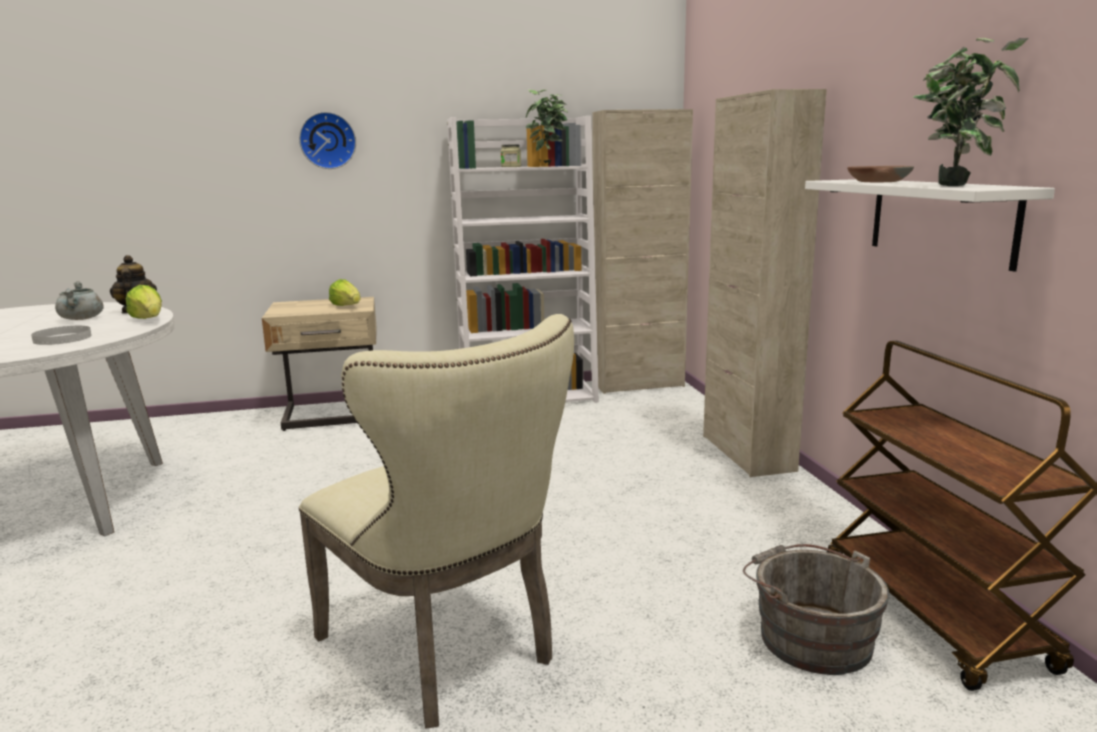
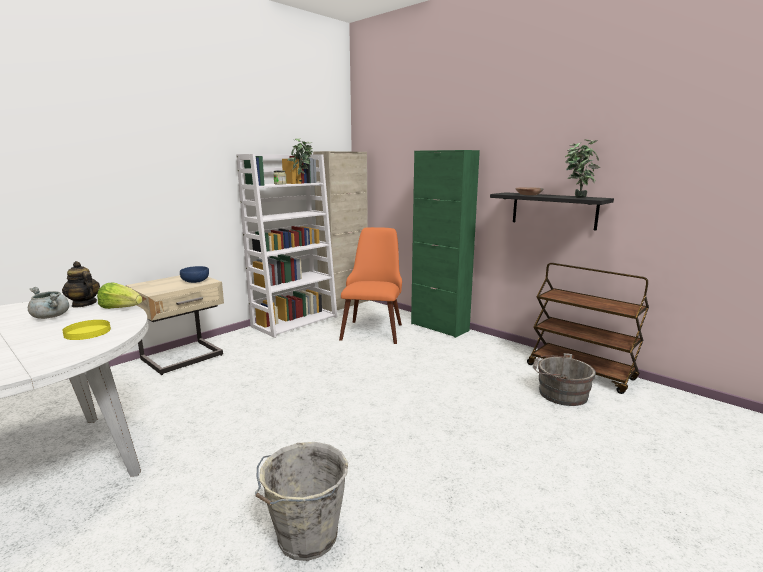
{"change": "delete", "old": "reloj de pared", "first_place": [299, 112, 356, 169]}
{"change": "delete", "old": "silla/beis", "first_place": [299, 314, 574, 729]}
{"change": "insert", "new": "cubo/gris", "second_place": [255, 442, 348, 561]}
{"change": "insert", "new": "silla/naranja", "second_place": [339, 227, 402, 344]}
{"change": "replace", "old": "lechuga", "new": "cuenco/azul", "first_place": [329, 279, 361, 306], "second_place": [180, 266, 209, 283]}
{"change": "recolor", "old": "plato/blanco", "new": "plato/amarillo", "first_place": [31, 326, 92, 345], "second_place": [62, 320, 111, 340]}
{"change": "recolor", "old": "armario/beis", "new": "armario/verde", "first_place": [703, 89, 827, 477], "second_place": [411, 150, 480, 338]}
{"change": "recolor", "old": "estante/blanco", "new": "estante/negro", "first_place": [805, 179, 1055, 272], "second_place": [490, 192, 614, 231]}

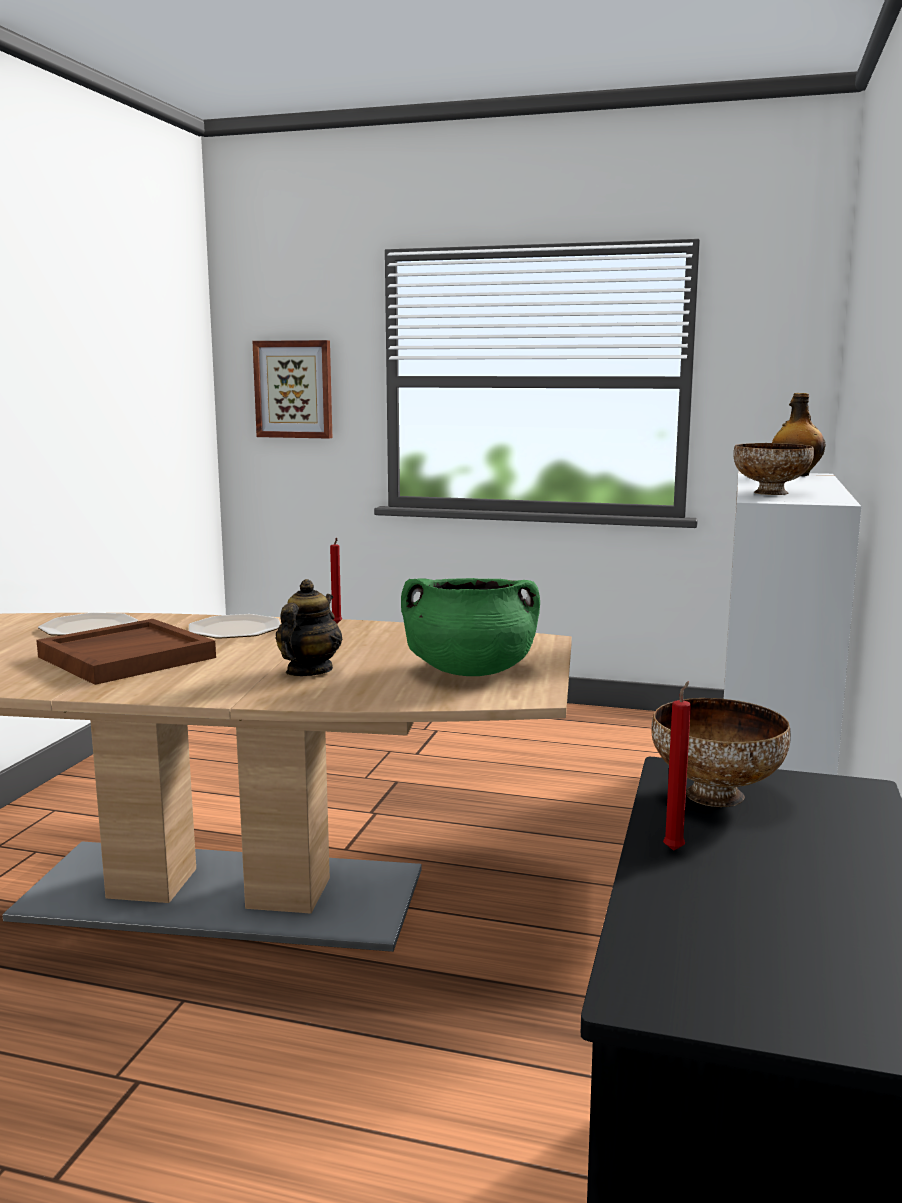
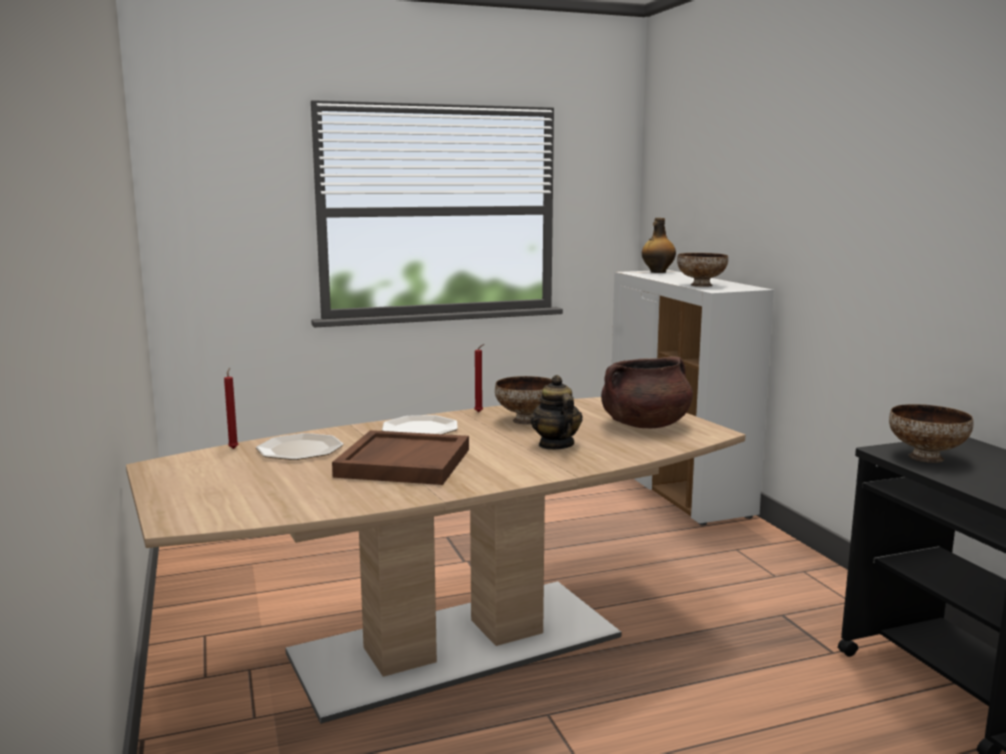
{"change": "delete", "old": "cuadro", "first_place": [252, 340, 332, 439]}
{"change": "insert", "new": "cuenco", "second_place": [495, 376, 552, 424]}
{"change": "move", "old": "vela/rojo", "first_place": [663, 681, 691, 851], "second_place": [224, 368, 239, 449]}
{"change": "recolor", "old": "olla/verde", "new": "olla/marrón", "first_place": [401, 578, 540, 676], "second_place": [601, 357, 693, 428]}

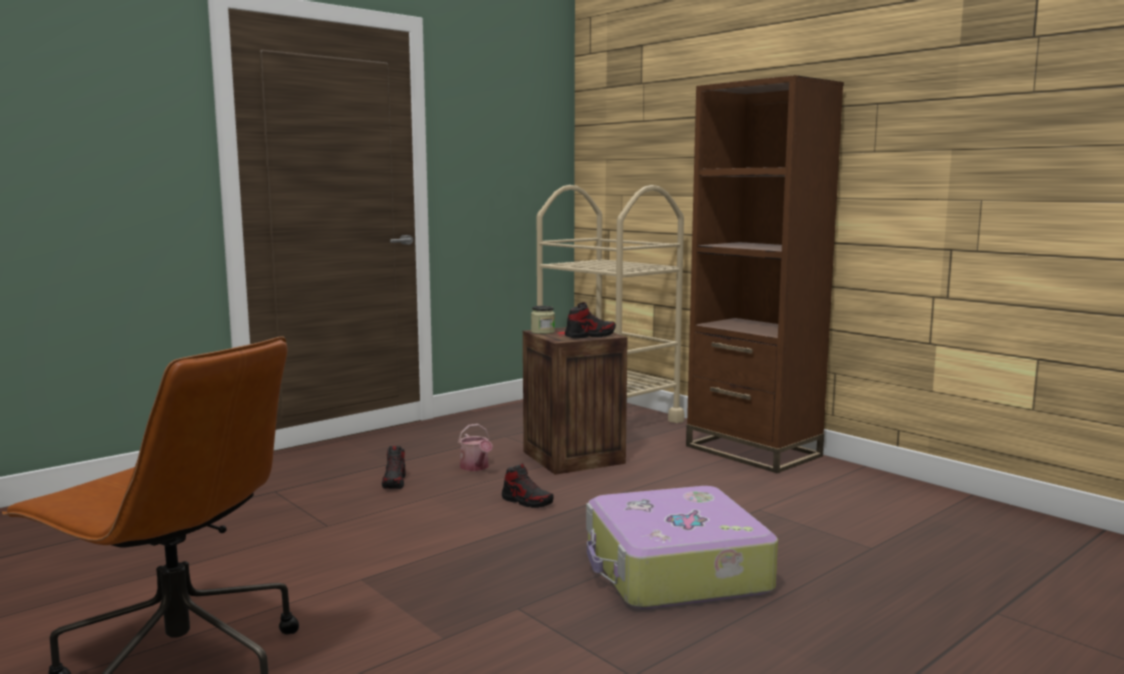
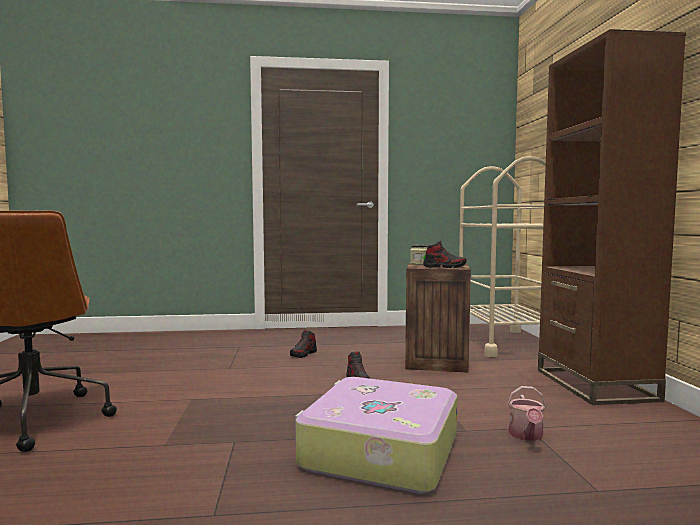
{"change": "move", "old": "regadera", "first_place": [458, 424, 493, 471], "second_place": [508, 386, 546, 441]}

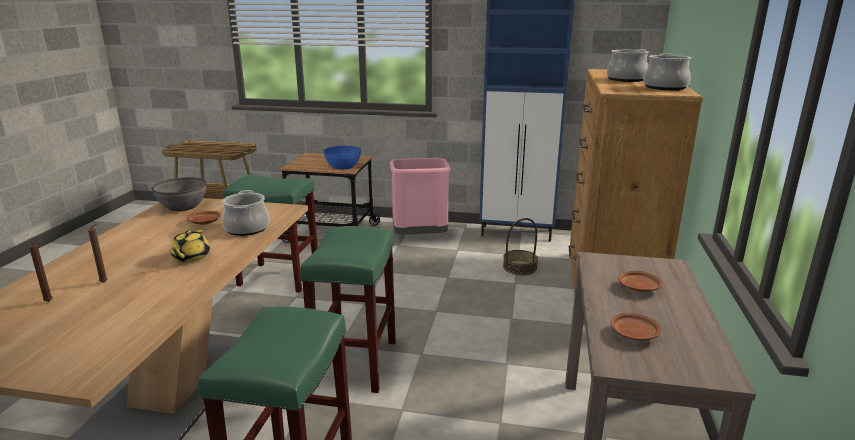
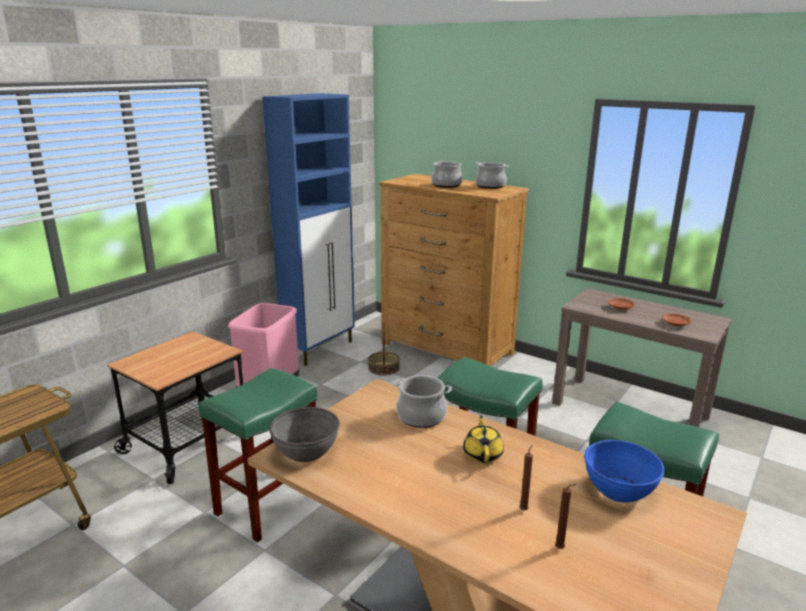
{"change": "delete", "old": "plato/marrón", "first_place": [186, 211, 221, 225]}
{"change": "move", "old": "cuenco/azul", "first_place": [323, 146, 361, 170], "second_place": [584, 440, 665, 503]}
{"change": "rotate", "old": "tetera/amarillo", "first_place": [170, 230, 210, 262], "second_place": [463, 415, 504, 463], "degrees": -120}

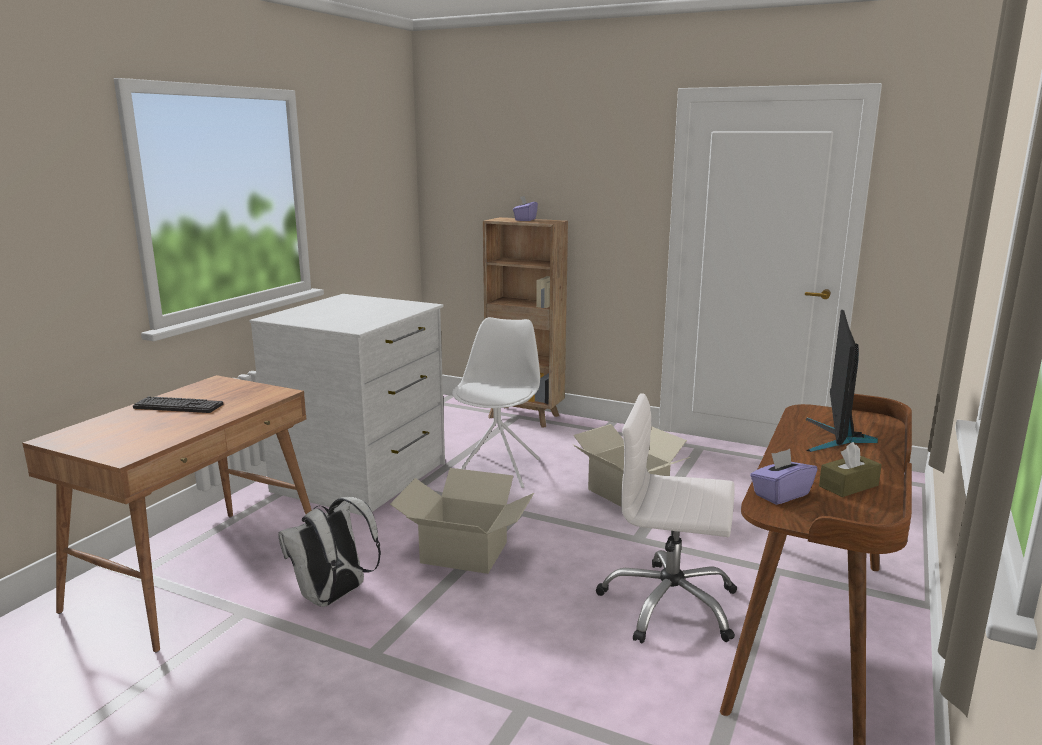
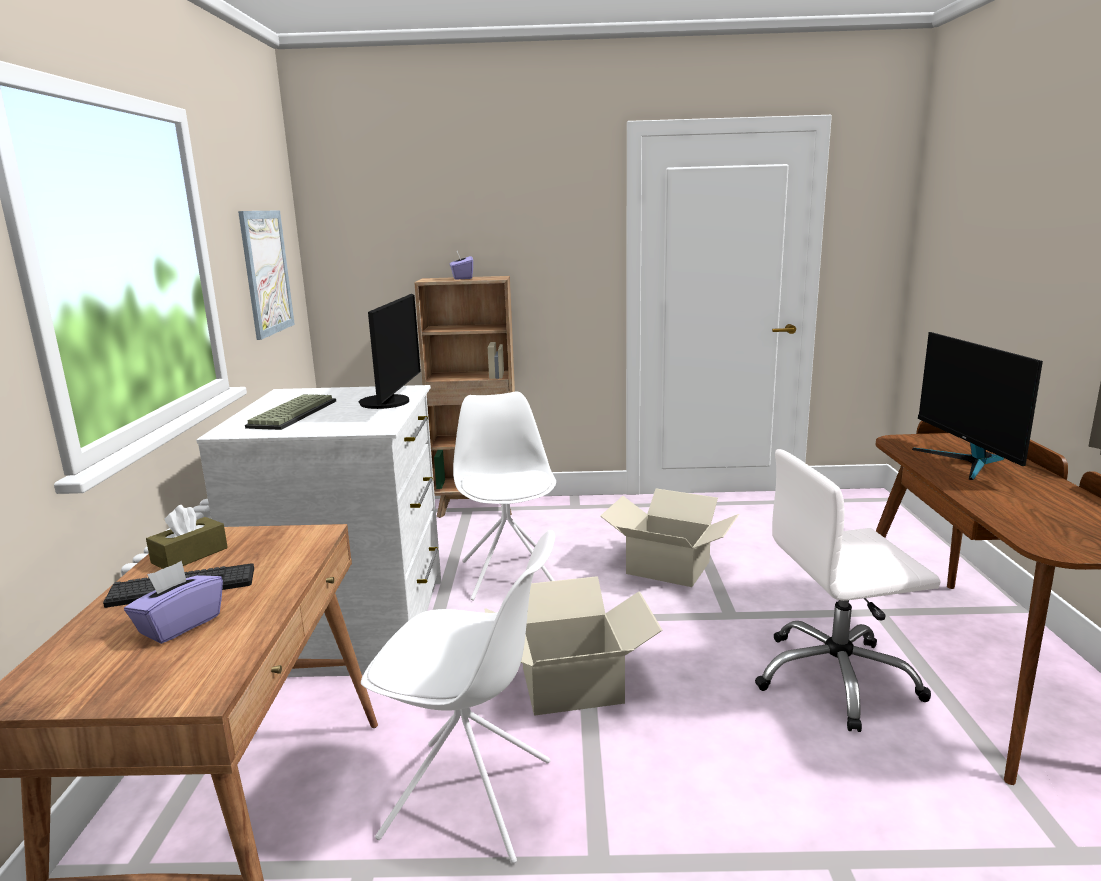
{"change": "insert", "new": "cuadro", "second_place": [238, 210, 295, 340]}
{"change": "insert", "new": "teclado", "second_place": [245, 394, 336, 430]}
{"change": "insert", "new": "monitor", "second_place": [359, 294, 421, 409]}
{"change": "move", "old": "caja de pañuelos/morado", "first_place": [750, 449, 817, 505], "second_place": [124, 561, 223, 644]}
{"change": "move", "old": "caja de pañuelos/marrón", "first_place": [819, 442, 882, 497], "second_place": [146, 505, 228, 569]}
{"change": "replace", "old": "mochila/blanco", "new": "silla/blanco", "first_place": [278, 497, 381, 607], "second_place": [361, 530, 555, 864]}

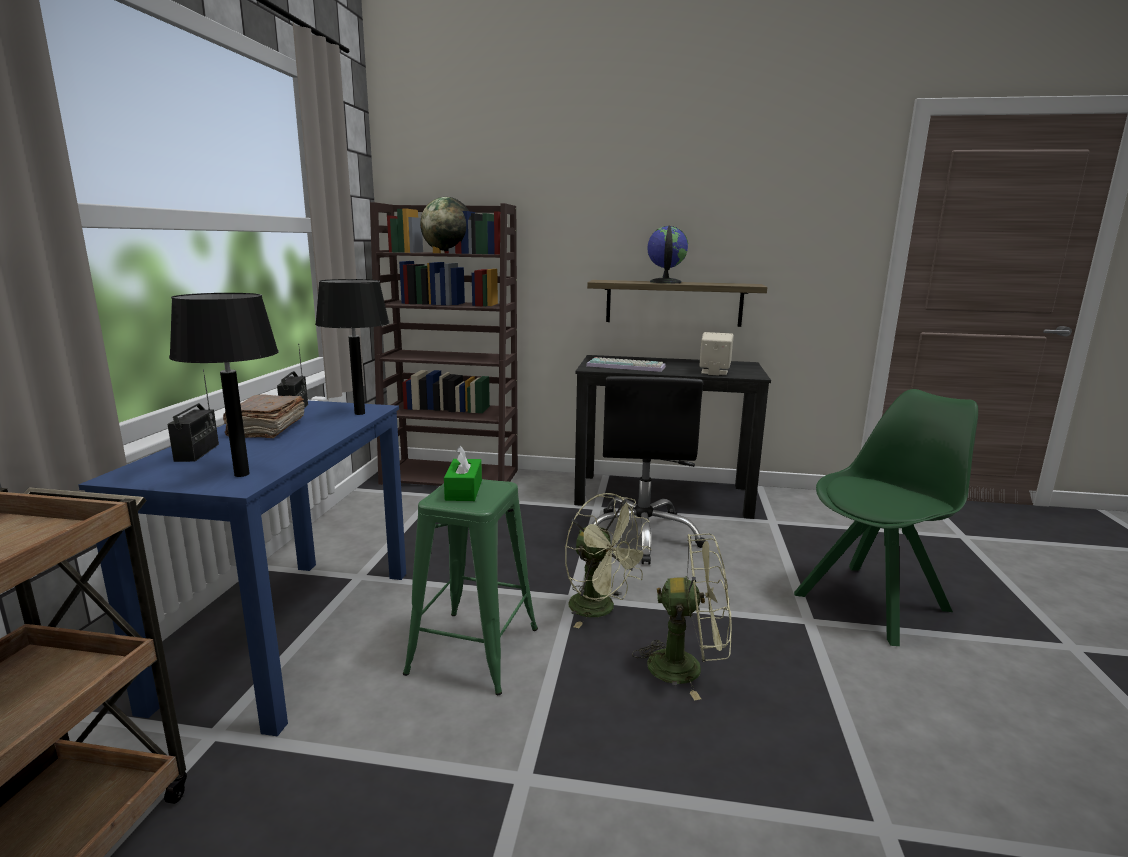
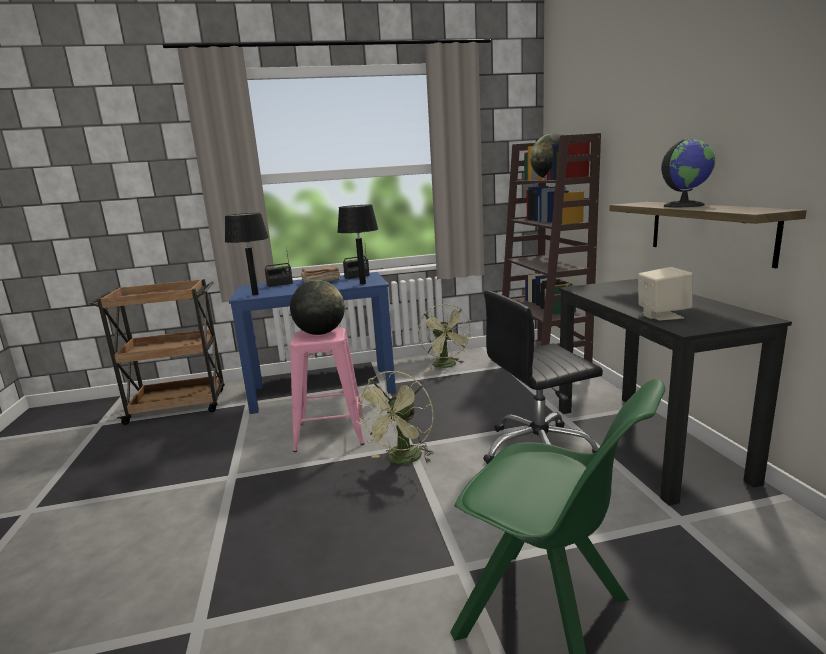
{"change": "delete", "old": "teclado", "first_place": [586, 357, 666, 372]}
{"change": "move", "old": "ventilador/verde", "first_place": [632, 534, 732, 700], "second_place": [418, 304, 471, 370]}
{"change": "replace", "old": "caja de pañuelos/verde", "new": "globo terráqueo", "first_place": [444, 445, 482, 501], "second_place": [290, 280, 345, 335]}
{"change": "recolor", "old": "taburete/verde", "new": "taburete/rosa", "first_place": [403, 479, 538, 695], "second_place": [290, 328, 364, 452]}

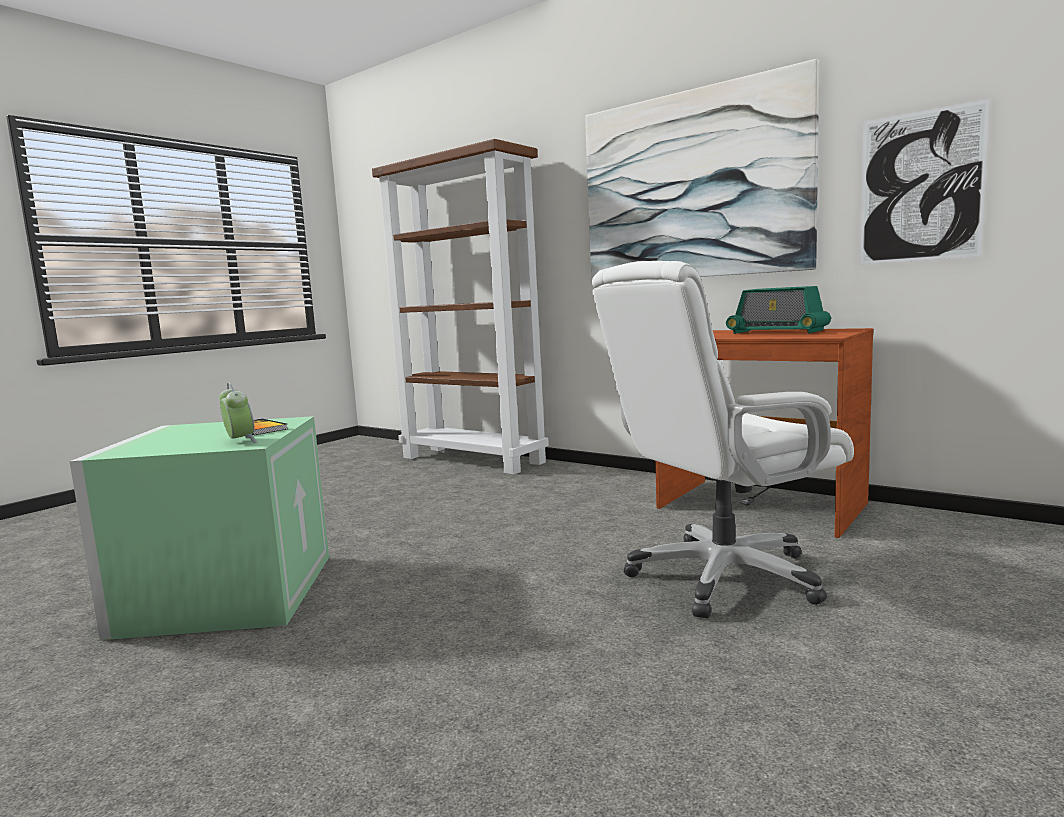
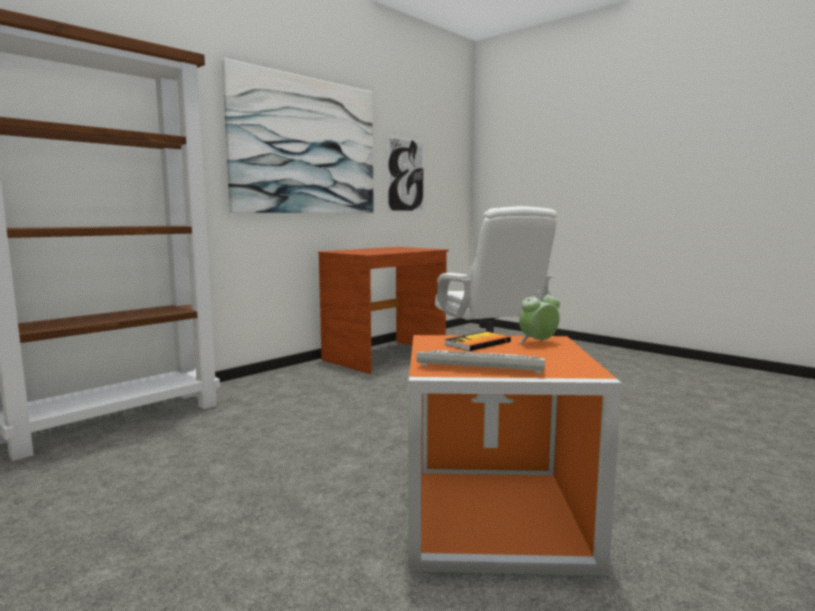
{"change": "delete", "old": "radio", "first_place": [726, 286, 831, 334]}
{"change": "insert", "new": "teclado", "second_place": [417, 350, 545, 374]}
{"change": "recolor", "old": "caja de almacenaje/verde", "new": "caja de almacenaje/naranja", "first_place": [69, 416, 329, 640], "second_place": [409, 335, 622, 576]}

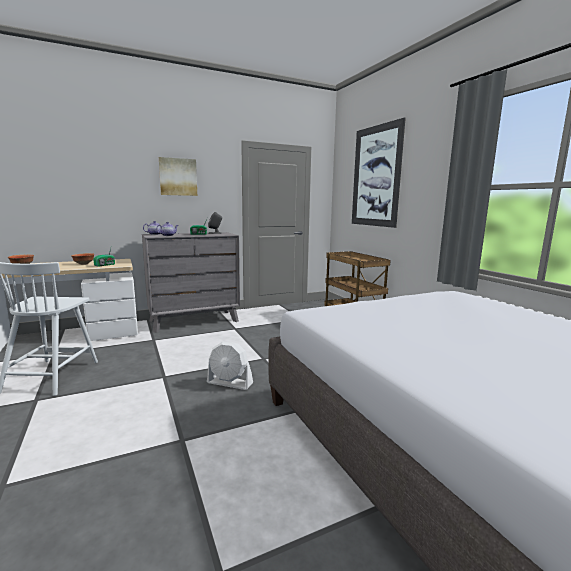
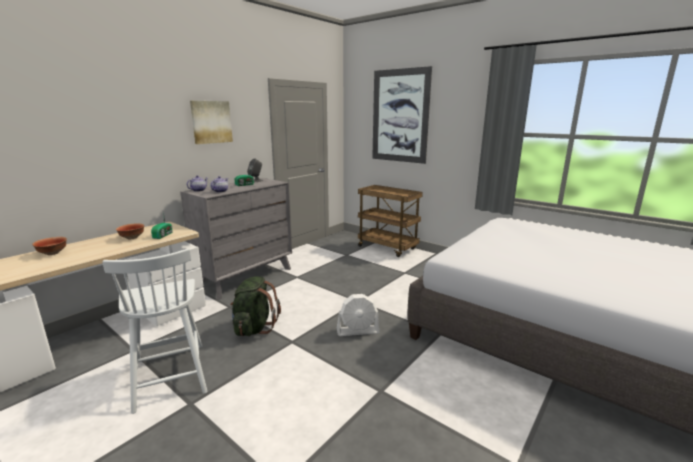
{"change": "insert", "new": "mochila/verde", "second_place": [230, 276, 281, 336]}

